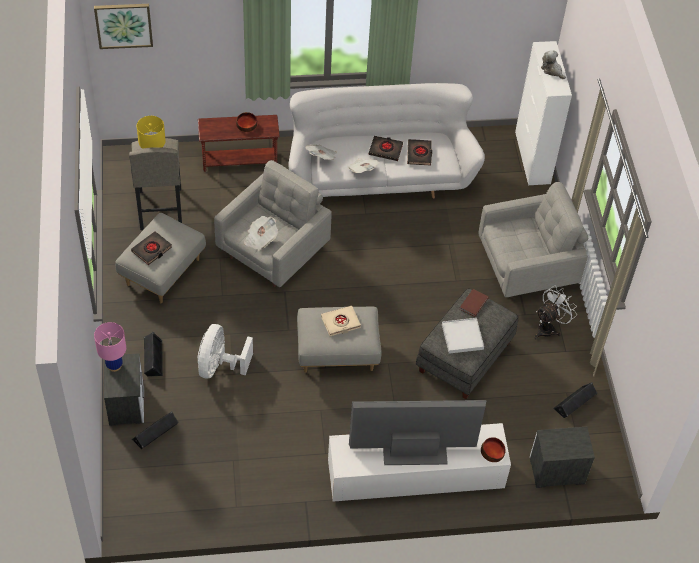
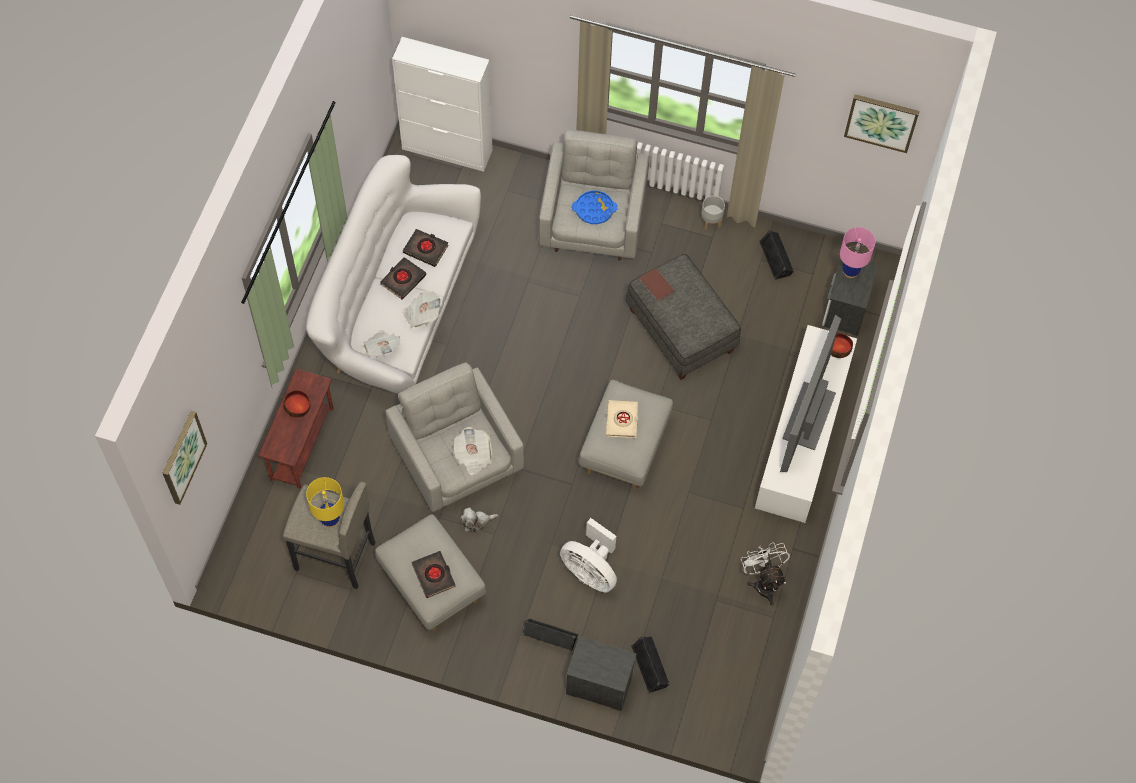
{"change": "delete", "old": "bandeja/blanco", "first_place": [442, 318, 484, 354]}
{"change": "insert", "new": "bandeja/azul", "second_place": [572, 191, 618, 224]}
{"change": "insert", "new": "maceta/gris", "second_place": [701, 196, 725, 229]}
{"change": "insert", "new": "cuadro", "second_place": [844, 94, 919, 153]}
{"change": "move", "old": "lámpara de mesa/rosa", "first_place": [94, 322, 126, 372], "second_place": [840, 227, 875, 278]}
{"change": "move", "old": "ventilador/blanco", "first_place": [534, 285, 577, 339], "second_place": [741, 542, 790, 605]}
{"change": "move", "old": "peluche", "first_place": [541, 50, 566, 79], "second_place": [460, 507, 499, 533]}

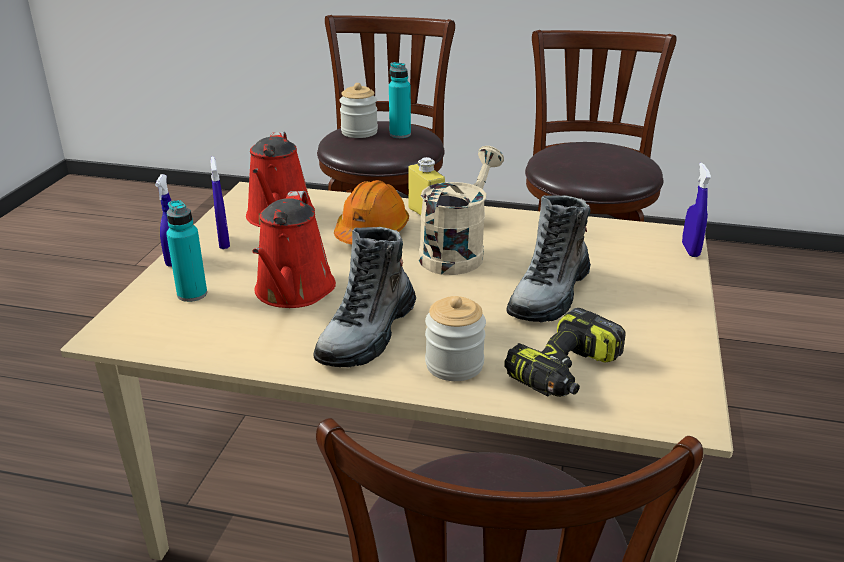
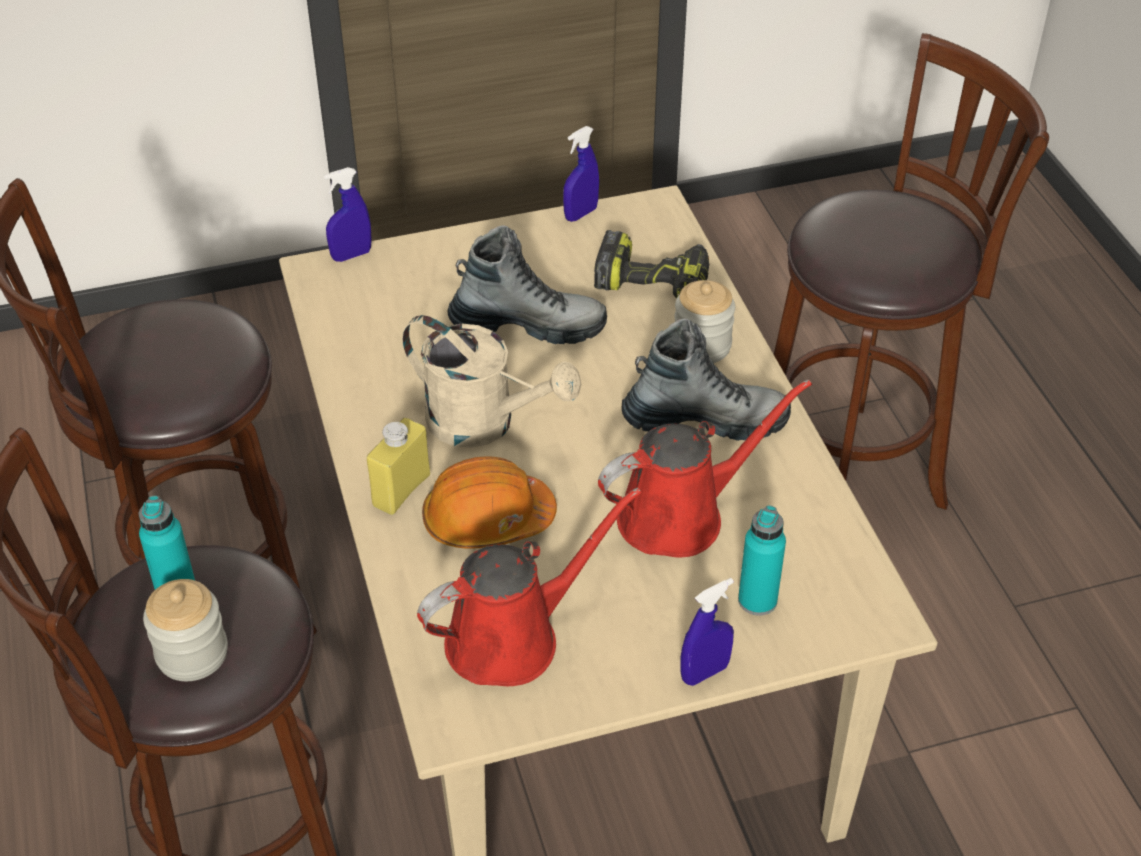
{"change": "move", "old": "pulverizador/azul", "first_place": [210, 156, 230, 249], "second_place": [563, 126, 599, 222]}
{"change": "rotate", "old": "regadera/beis", "first_place": [419, 146, 504, 275], "second_place": [402, 315, 581, 448], "degrees": -150}

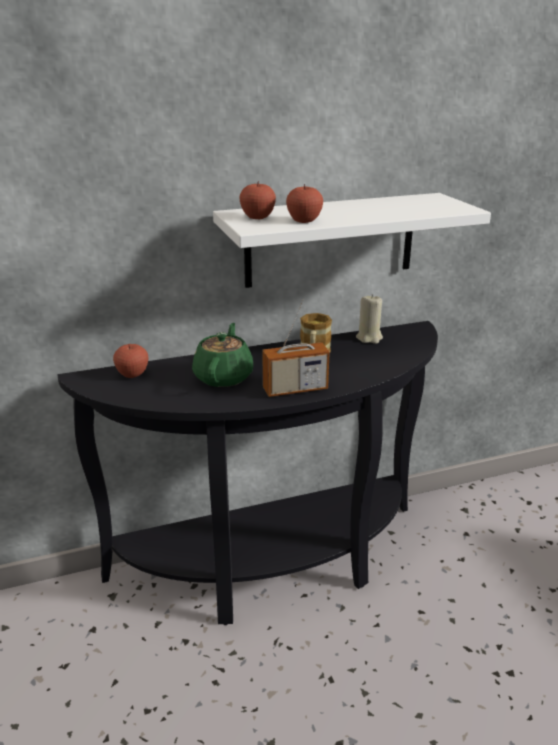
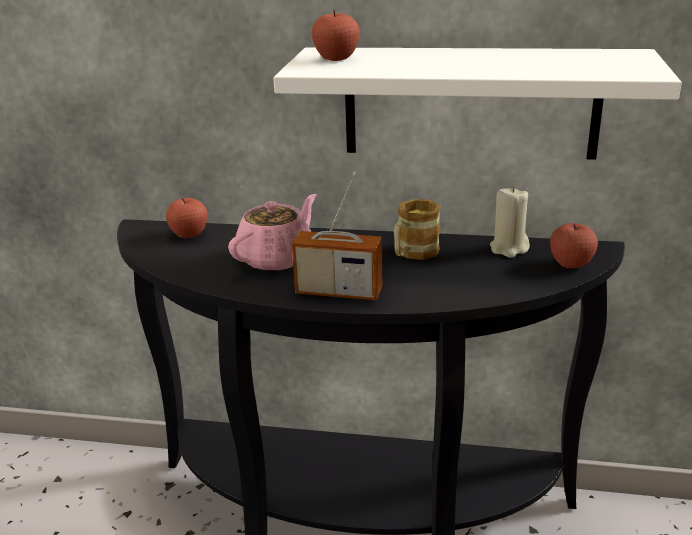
{"change": "move", "old": "manzana", "first_place": [286, 184, 323, 223], "second_place": [550, 223, 598, 268]}
{"change": "recolor", "old": "tetera/verde", "new": "tetera/rosa", "first_place": [192, 323, 253, 387], "second_place": [228, 194, 316, 271]}

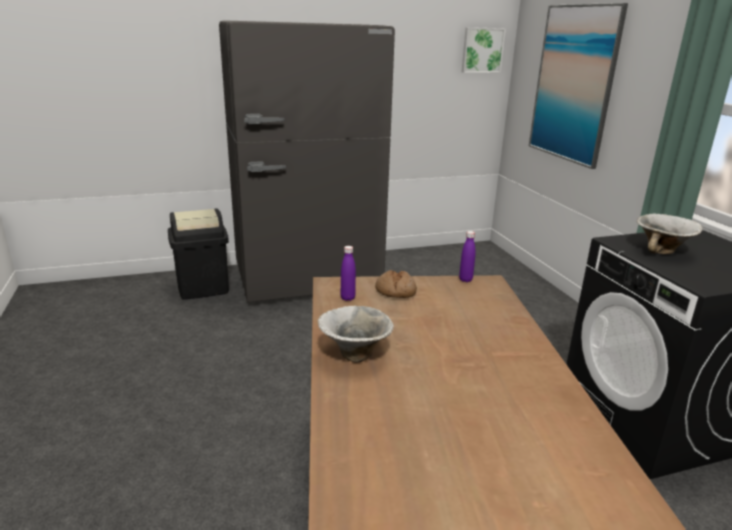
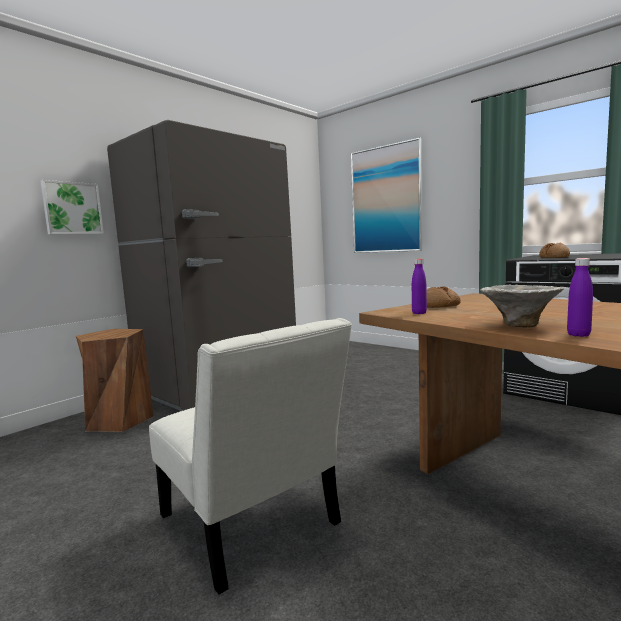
{"change": "insert", "new": "silla/blanco", "second_place": [149, 318, 352, 595]}
{"change": "move", "old": "botella/morado", "first_place": [459, 231, 476, 282], "second_place": [567, 258, 593, 337]}
{"change": "move", "old": "cuadro", "first_place": [462, 27, 506, 73], "second_place": [40, 180, 104, 235]}
{"change": "replace", "old": "papelera/negro", "new": "taburete/marrón", "first_place": [168, 209, 229, 300], "second_place": [76, 329, 154, 432]}
{"change": "replace", "old": "cuenco", "new": "pan", "first_place": [637, 214, 703, 254], "second_place": [539, 243, 570, 258]}

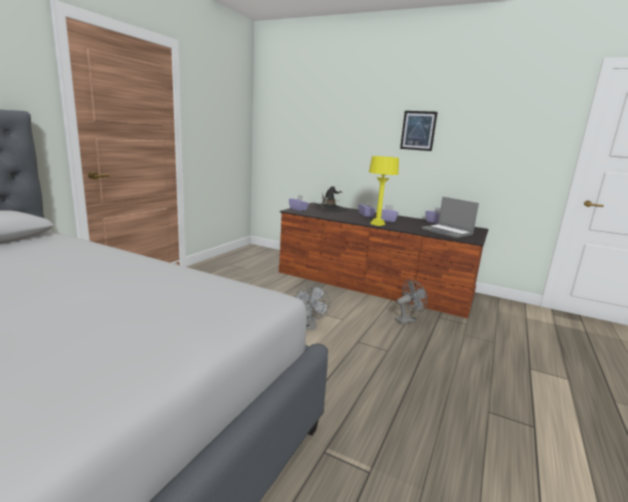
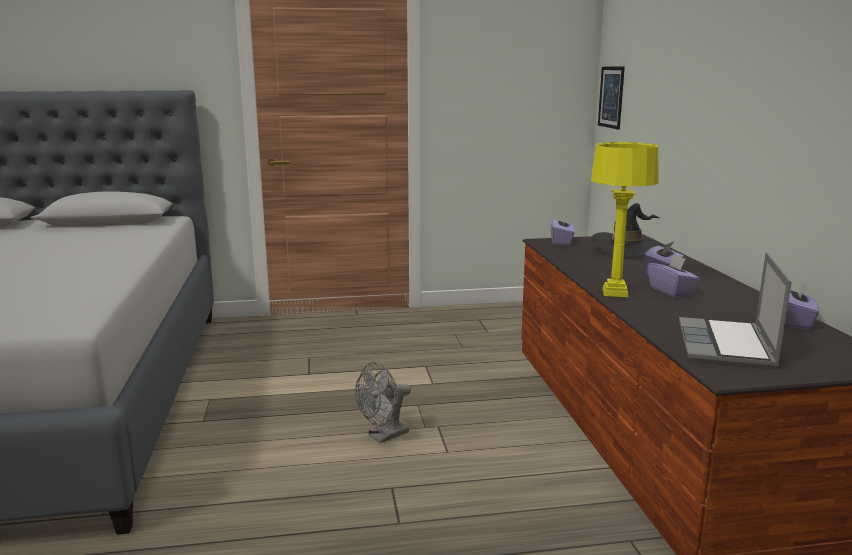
{"change": "delete", "old": "ventilador/gris", "first_place": [395, 279, 427, 325]}
{"change": "move", "old": "cuadro", "first_place": [400, 111, 437, 151], "second_place": [598, 66, 625, 130]}

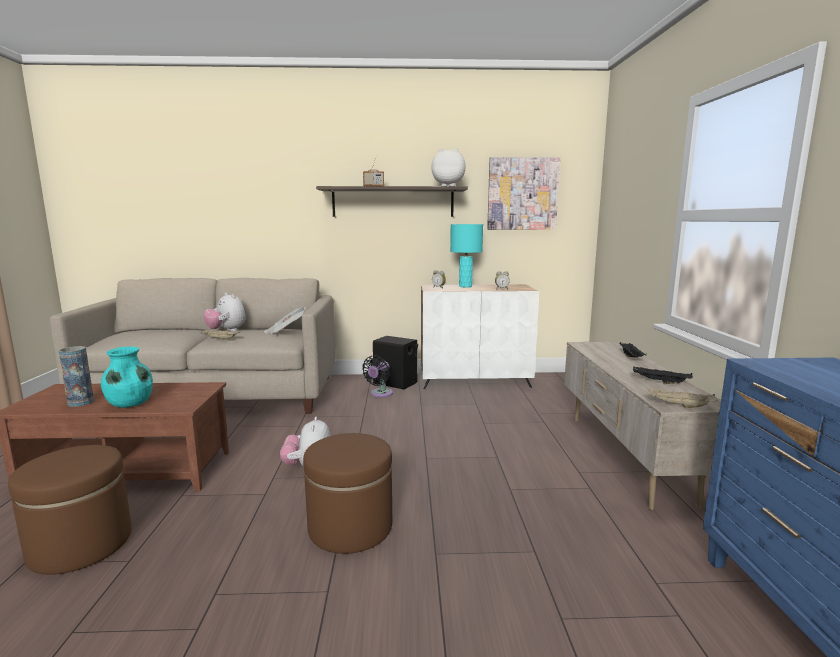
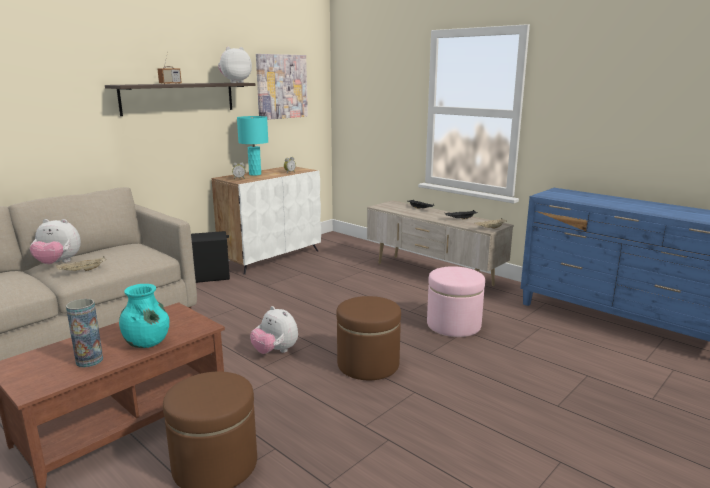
{"change": "delete", "old": "periódico", "first_place": [264, 307, 306, 334]}
{"change": "delete", "old": "ventilador/negro", "first_place": [362, 355, 393, 397]}
{"change": "insert", "new": "puf/rosa", "second_place": [427, 266, 485, 337]}

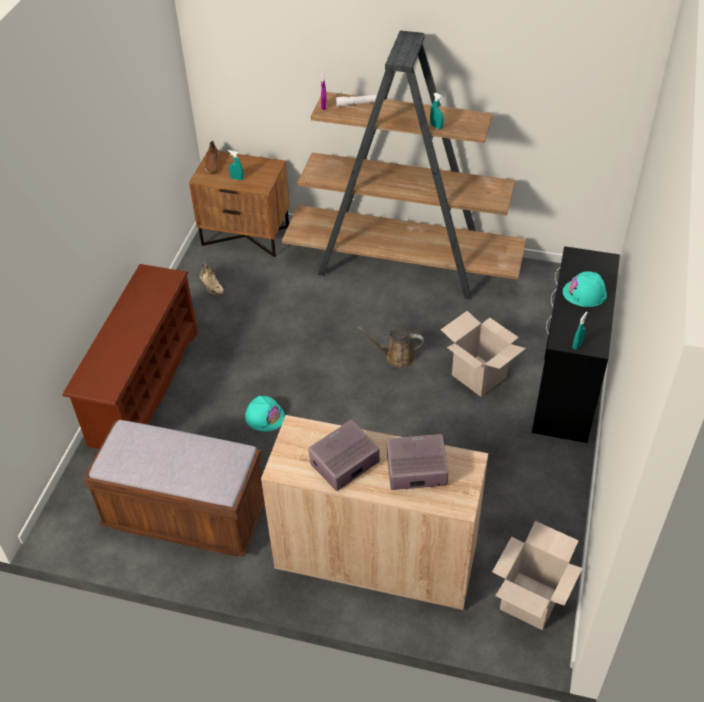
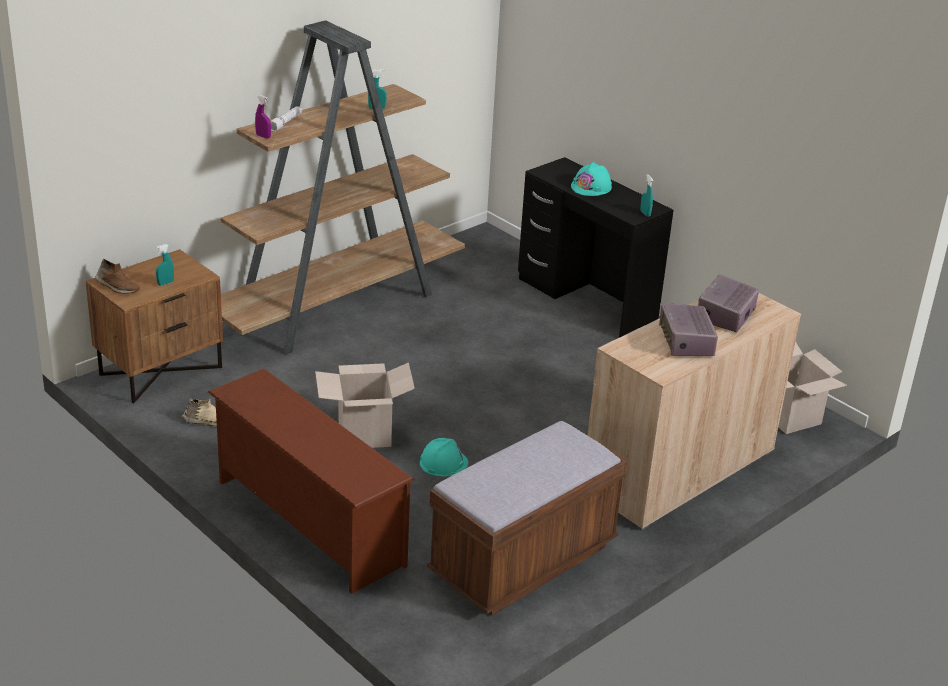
{"change": "delete", "old": "regadera/marrón", "first_place": [357, 327, 424, 368]}
{"change": "move", "old": "caja de cartón", "first_place": [441, 311, 526, 397], "second_place": [315, 362, 415, 448]}

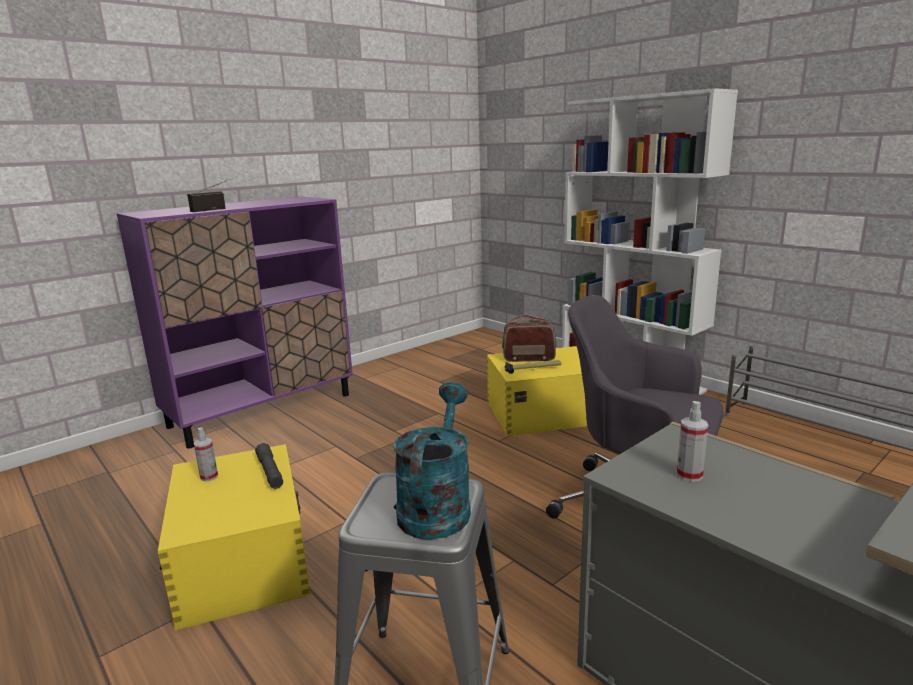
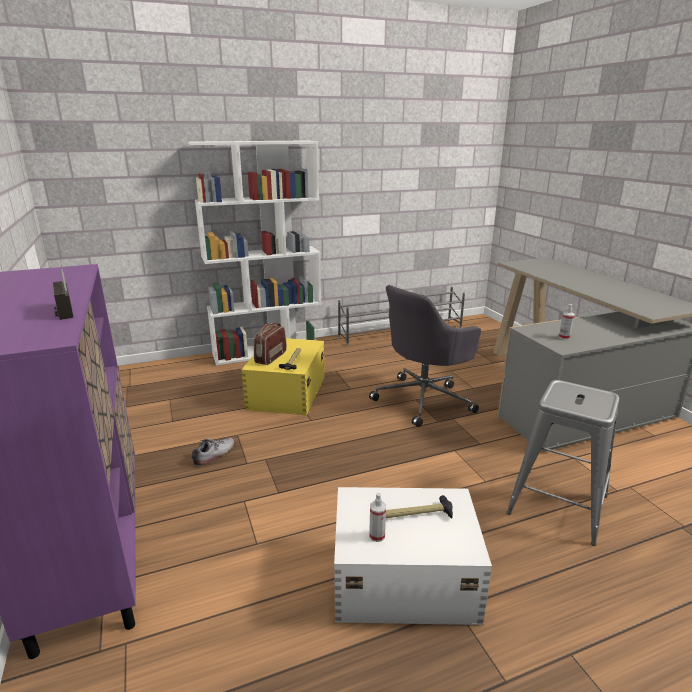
{"change": "delete", "old": "linterna/gris", "first_place": [255, 443, 283, 489]}
{"change": "delete", "old": "regadera/turquesa", "first_place": [393, 382, 471, 540]}
{"change": "insert", "new": "zapato", "second_place": [192, 437, 235, 466]}
{"change": "insert", "new": "martillo", "second_place": [386, 495, 453, 519]}
{"change": "recolor", "old": "caja de almacenaje/amarillo", "new": "caja de almacenaje/blanco", "first_place": [158, 444, 310, 630], "second_place": [334, 487, 492, 625]}

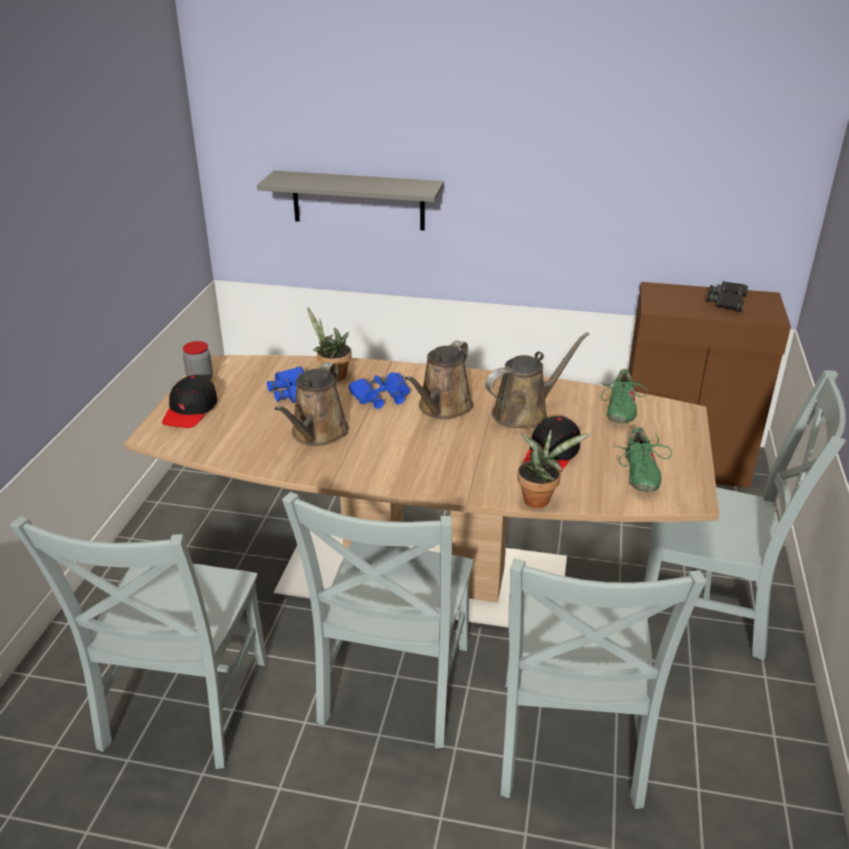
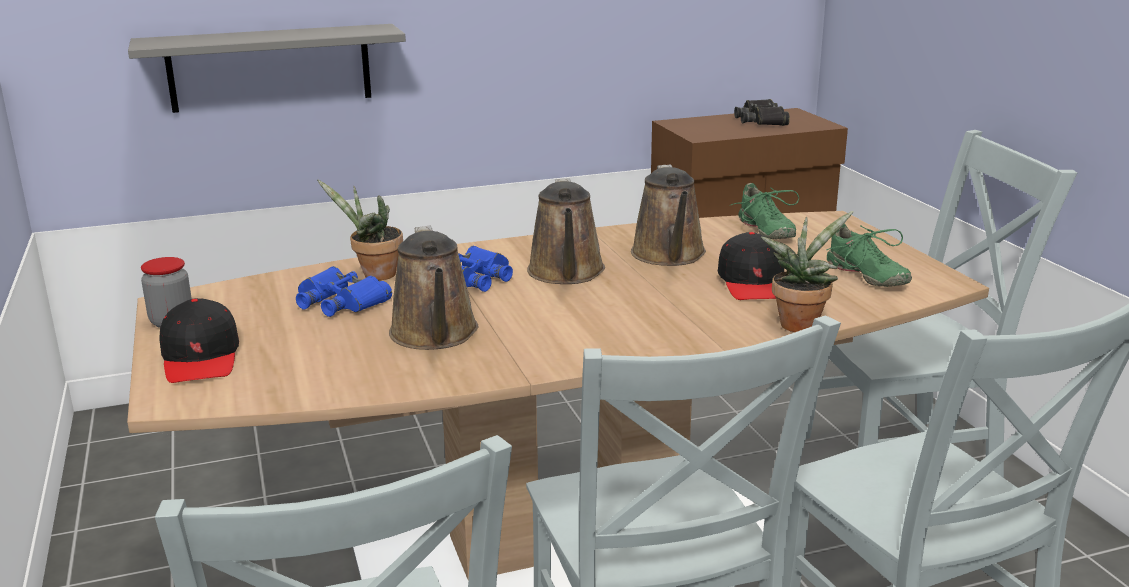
{"change": "rotate", "old": "regadera/marrón", "first_place": [485, 332, 589, 428], "second_place": [631, 165, 706, 266], "degrees": 150}

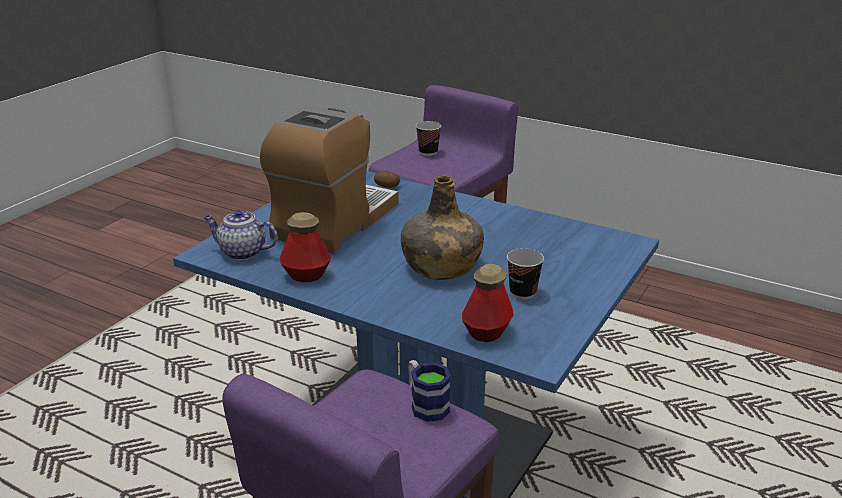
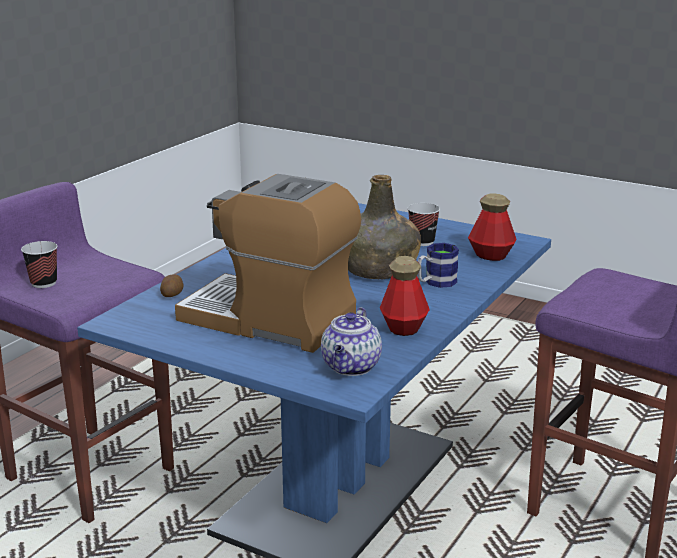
{"change": "move", "old": "taza grande", "first_place": [408, 360, 451, 422], "second_place": [418, 243, 459, 288]}

